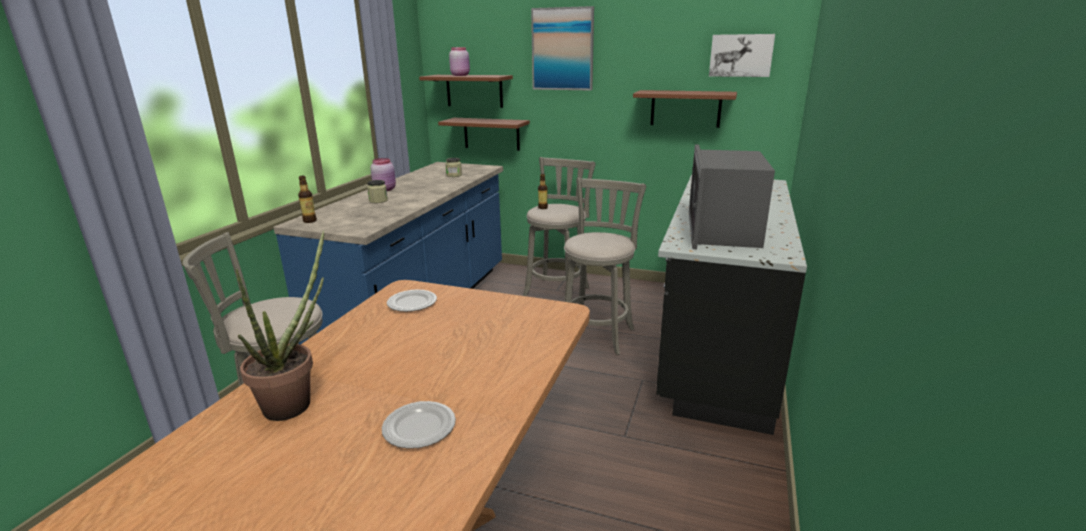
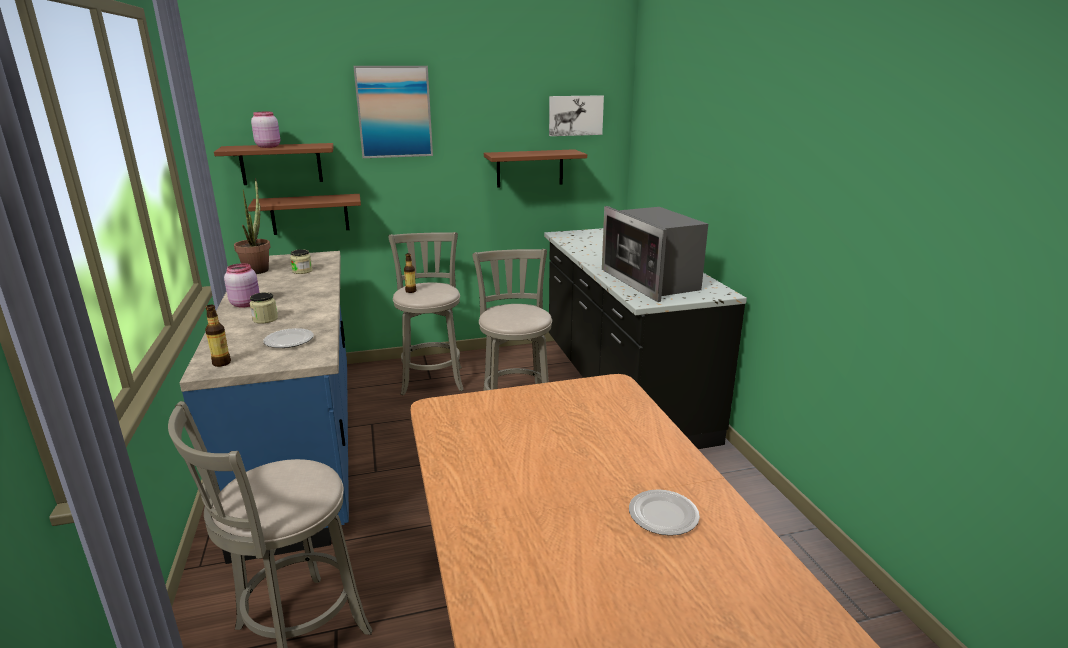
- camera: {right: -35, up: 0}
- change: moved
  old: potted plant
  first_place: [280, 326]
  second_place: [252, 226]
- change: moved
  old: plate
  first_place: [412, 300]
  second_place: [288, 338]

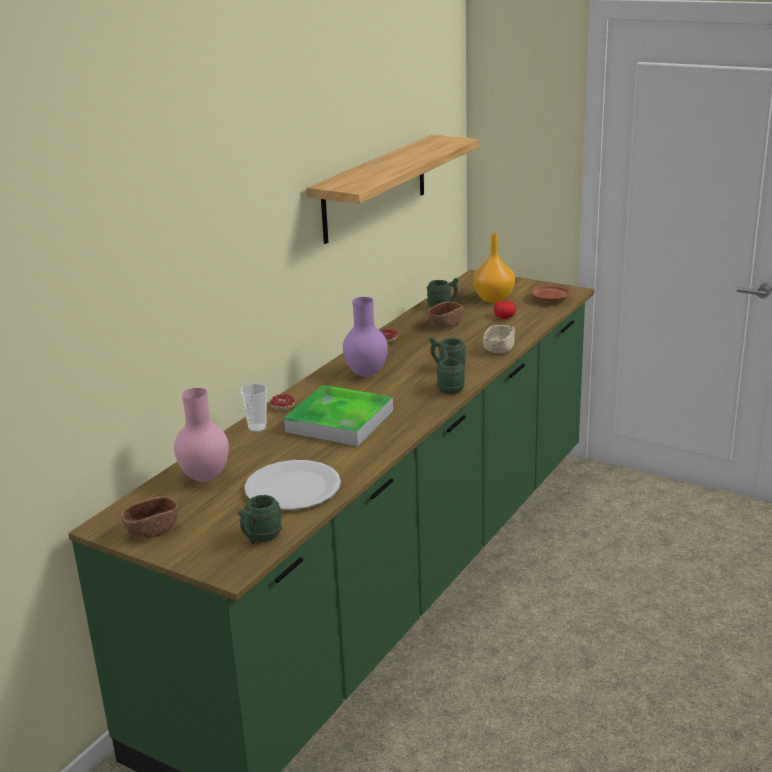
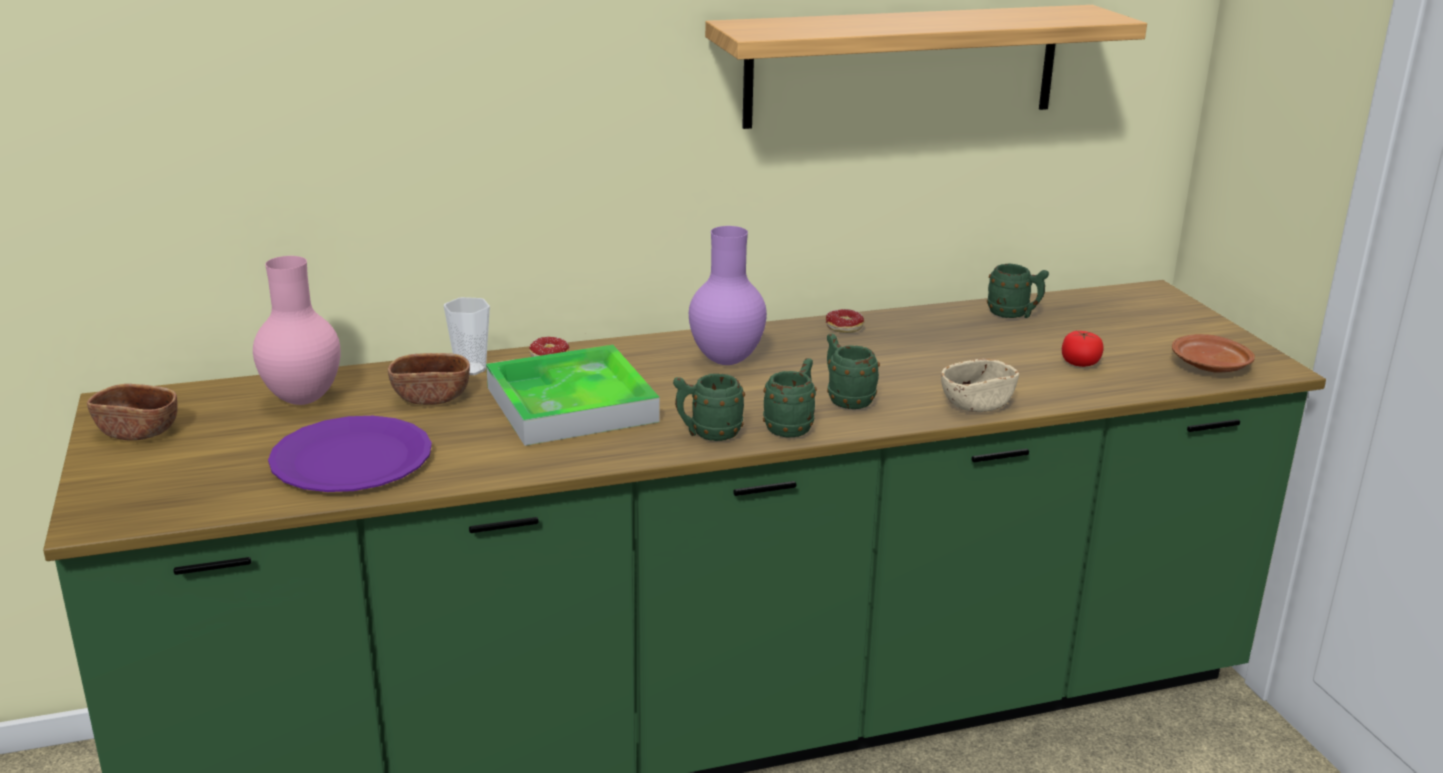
- camera: {right: 40, up: 0}
- change: removed
  old: orange vase
  first_place: [494, 268]
- change: moved
  old: green mug
  first_place: [260, 519]
  second_place: [709, 407]
- change: moved
  old: brown bowl
  first_place: [445, 315]
  second_place: [429, 379]
- change: recoloured
  old: white plate
  new: purple plate
  first_place: [292, 485]
  second_place: [350, 454]

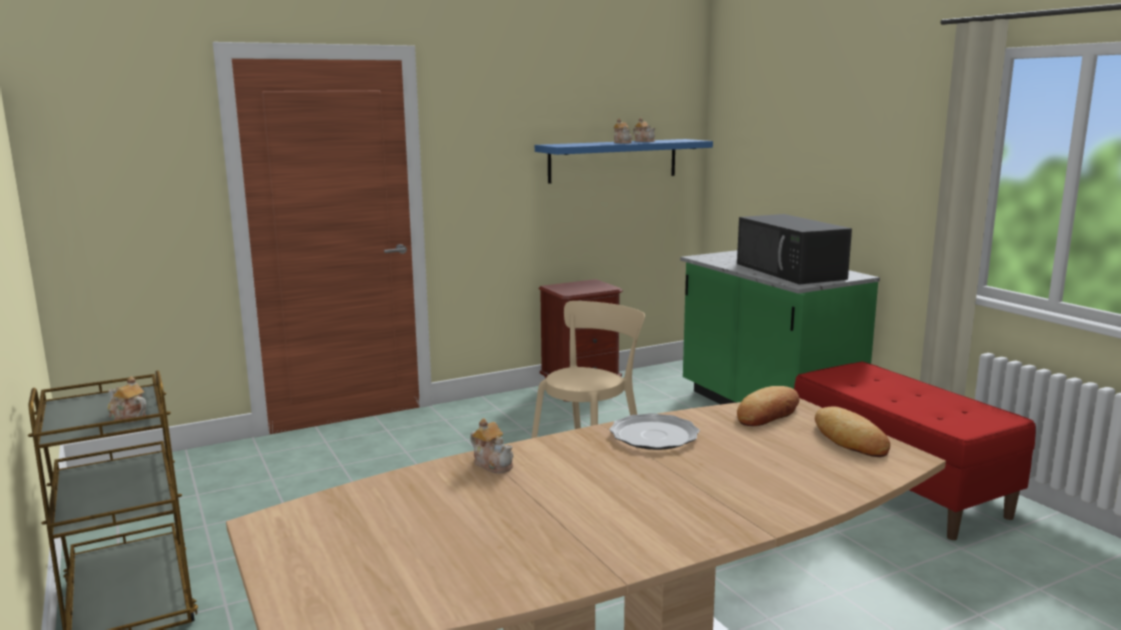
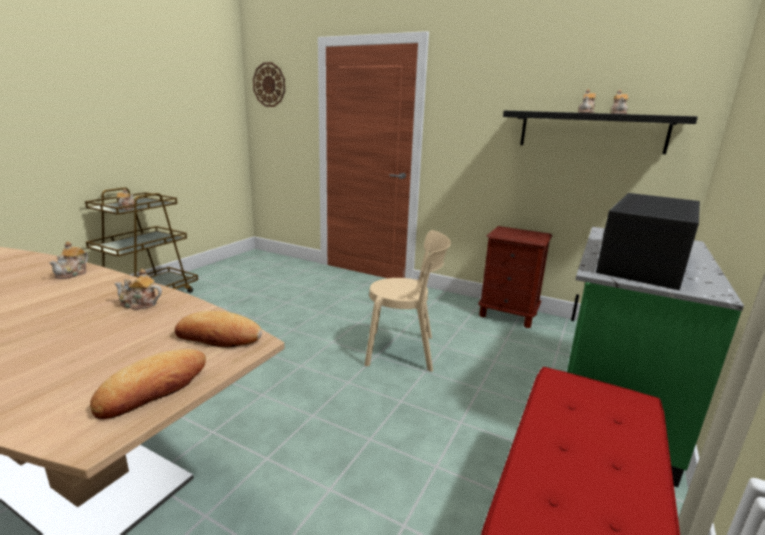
- camera: {right: 55, up: 5}
- change: added
  new: wall clock
  second_place: [269, 84]
- change: replaced
  old: plate
  new: teapot
  first_place: [654, 431]
  second_place: [138, 289]
- change: recoloured
  old: blue shelf
  new: black shelf
  first_place: [624, 161]
  second_place: [600, 132]

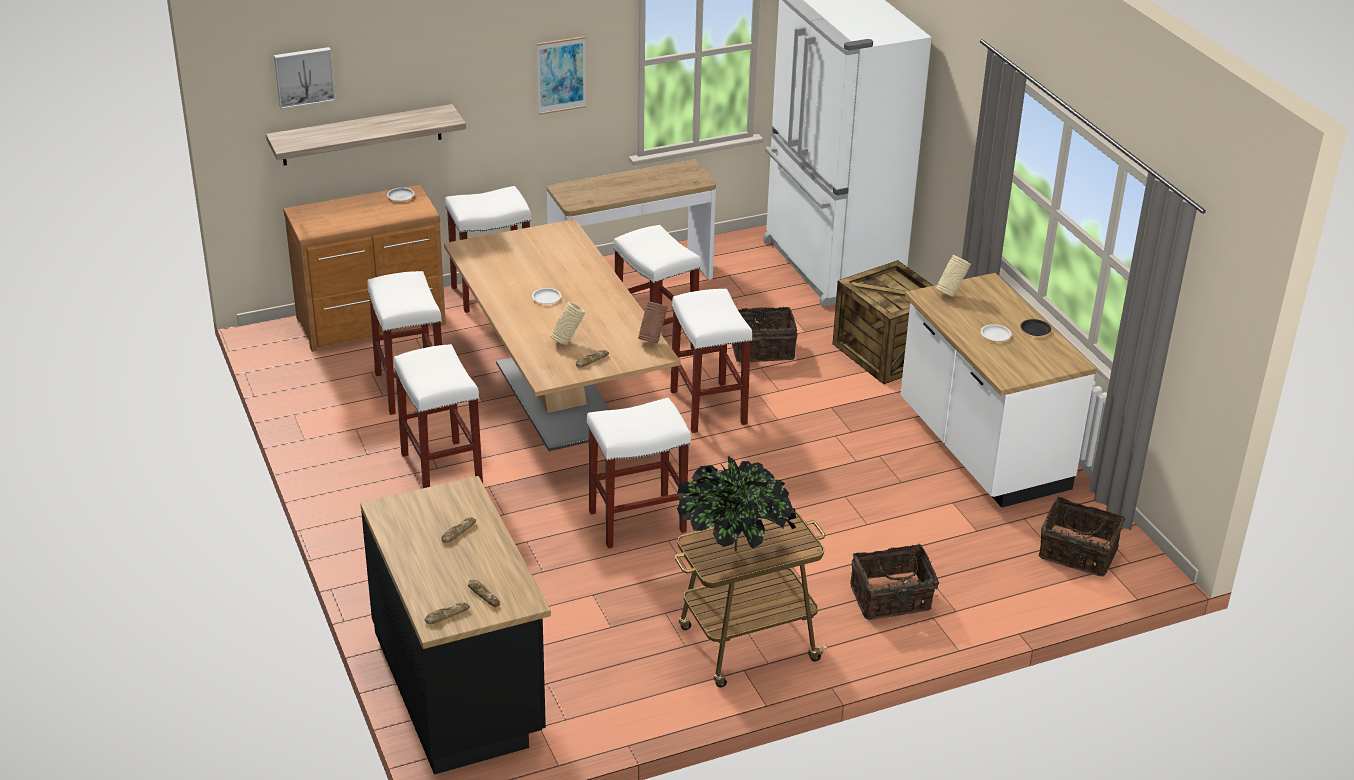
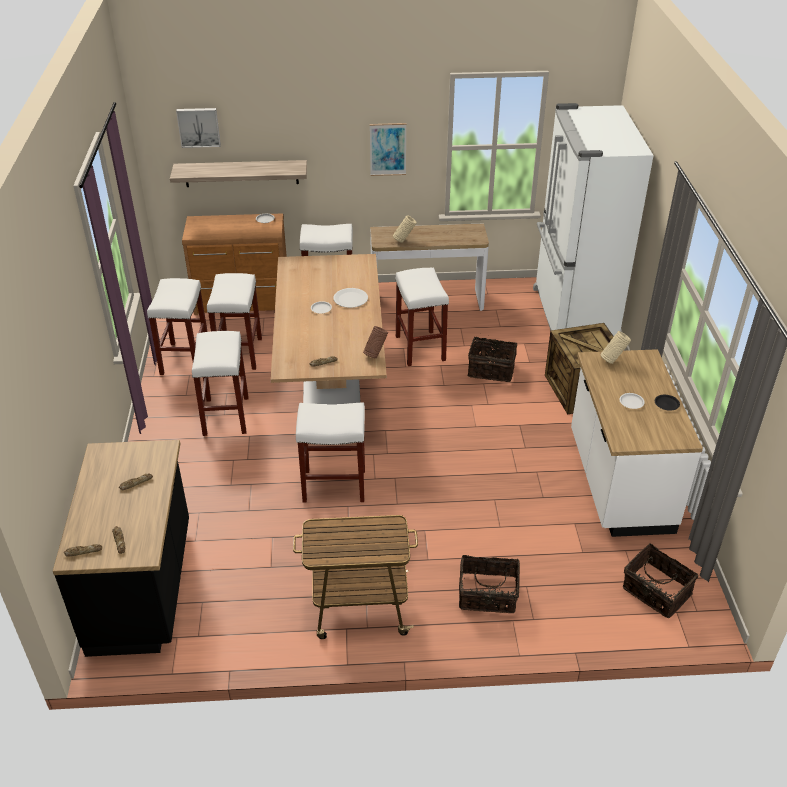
- camera: {right: 20, up: 5}
- change: removed
  old: potted plant
  first_place: [736, 504]
- change: added
  new: white plate
  second_place: [350, 298]
- change: moved
  old: beige vase
  first_place: [567, 323]
  second_place: [405, 229]
- change: moved
  old: white stool
  first_place: [711, 361]
  second_place: [177, 326]

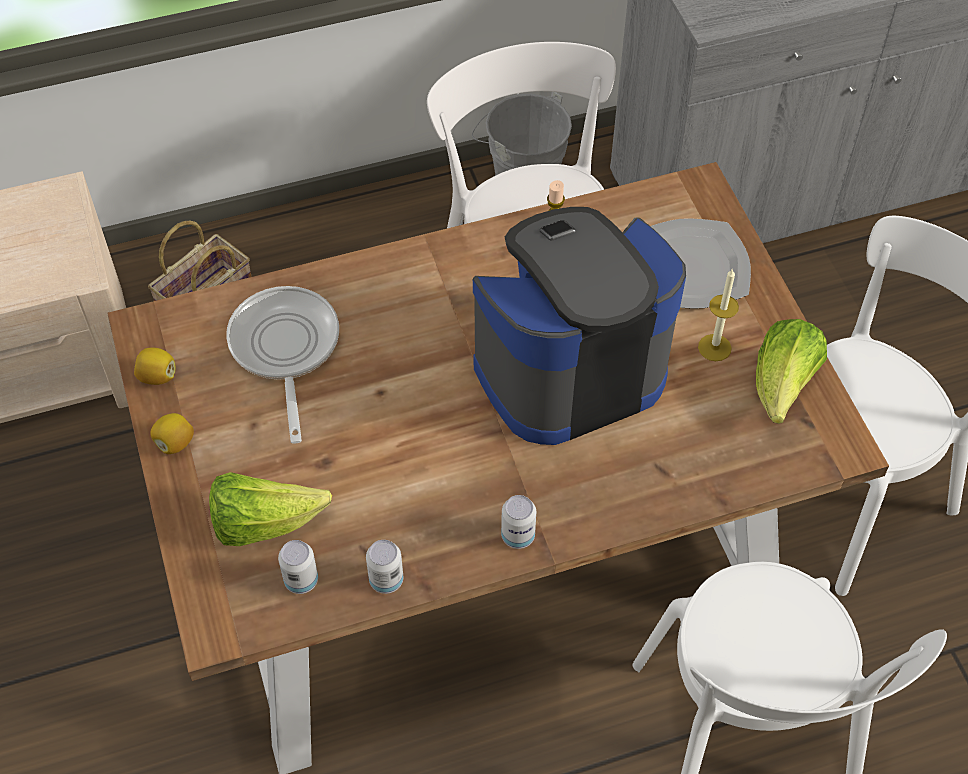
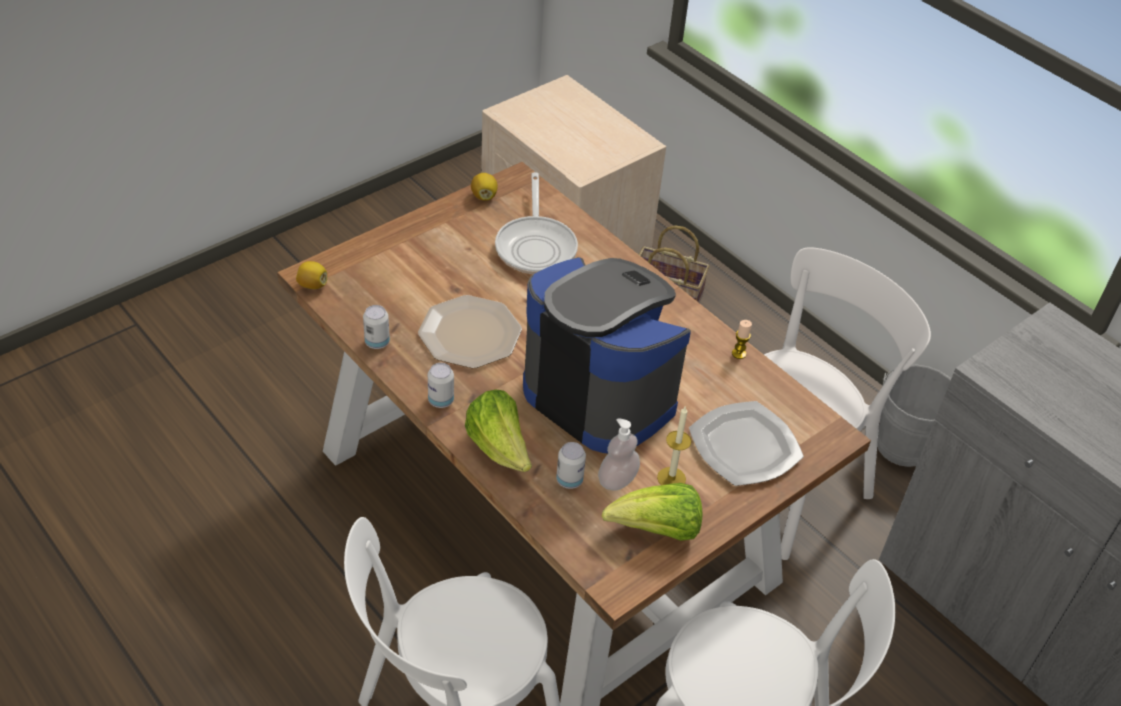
- camera: {right: 65, up: -10}
- change: added
  new: plate
  second_place: [470, 331]
- change: added
  new: soap dispenser
  second_place: [619, 454]
- change: moved
  old: lemon
  first_place: [172, 433]
  second_place: [311, 275]
- change: moved
  old: lettuce
  first_place: [270, 509]
  second_place: [498, 431]
- change: moved
  old: can
  first_place: [298, 567]
  second_place: [571, 465]
- change: turned
  old: frying pan
  first_place: [282, 365]
  second_place: [536, 223]
  degrees: 120

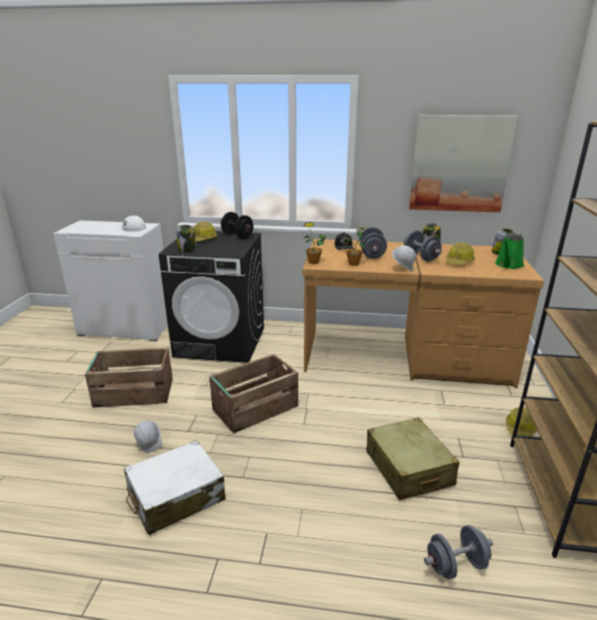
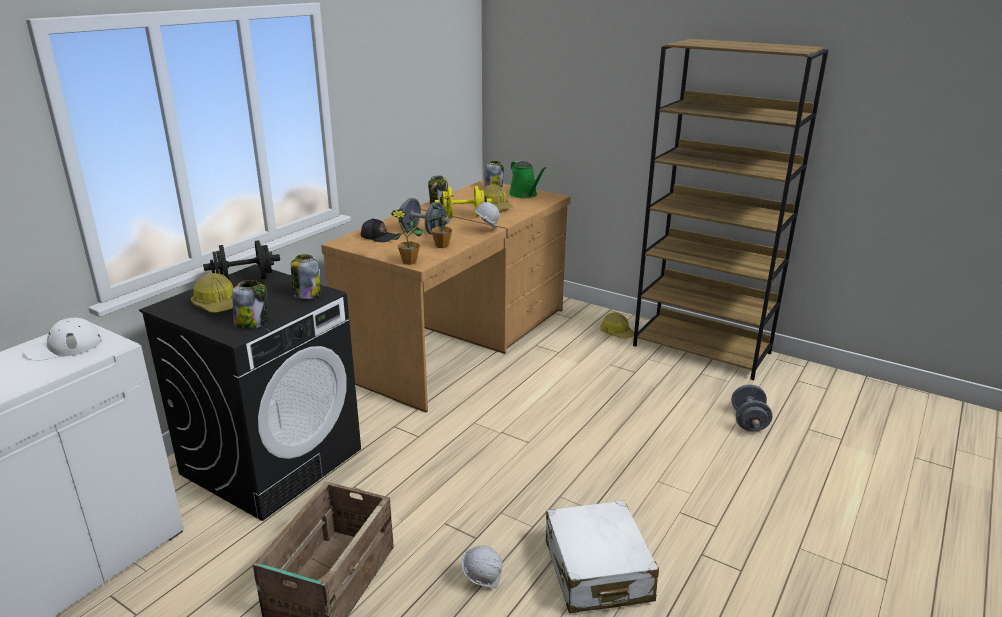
- camera: {right: -65, up: 0}
- change: removed
  old: crate
  first_place: [253, 394]
- change: removed
  old: beige suitcase
  first_place: [413, 458]
- change: removed
  old: picture
  first_place: [463, 163]
- change: added
  new: jar
  second_place: [305, 276]
- change: recoloured
  old: grey dumbbell
  new: yellow dumbbell
  first_place: [423, 246]
  second_place: [463, 202]

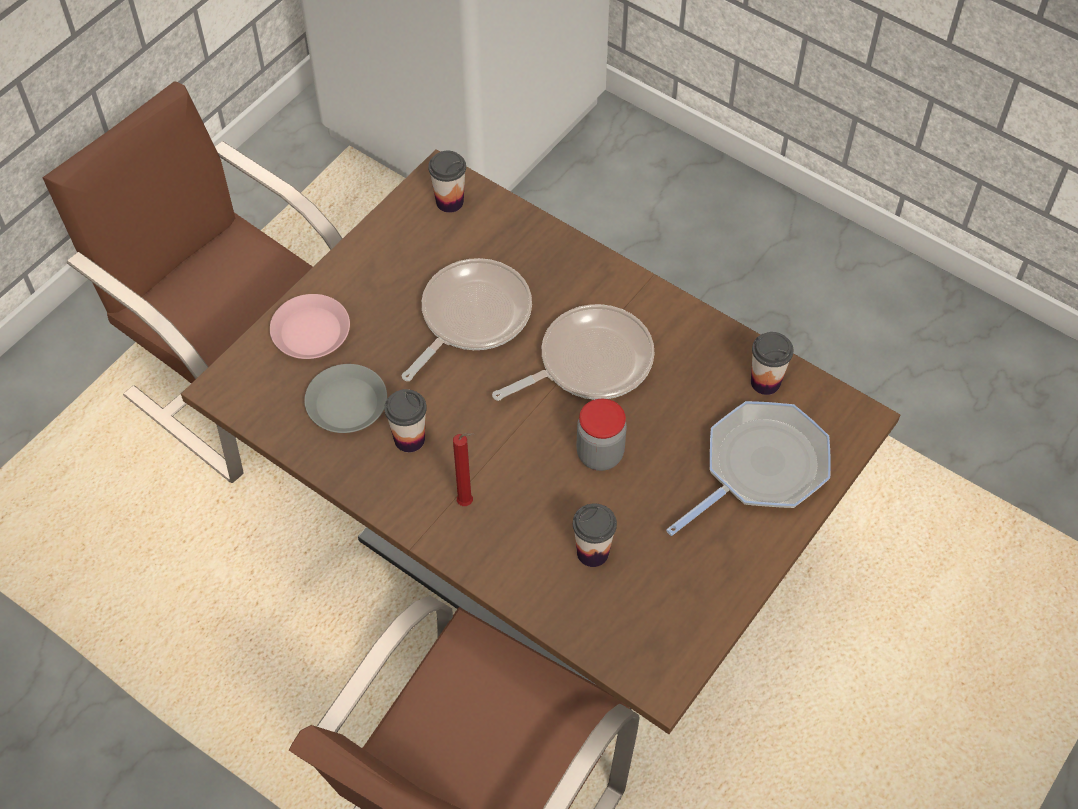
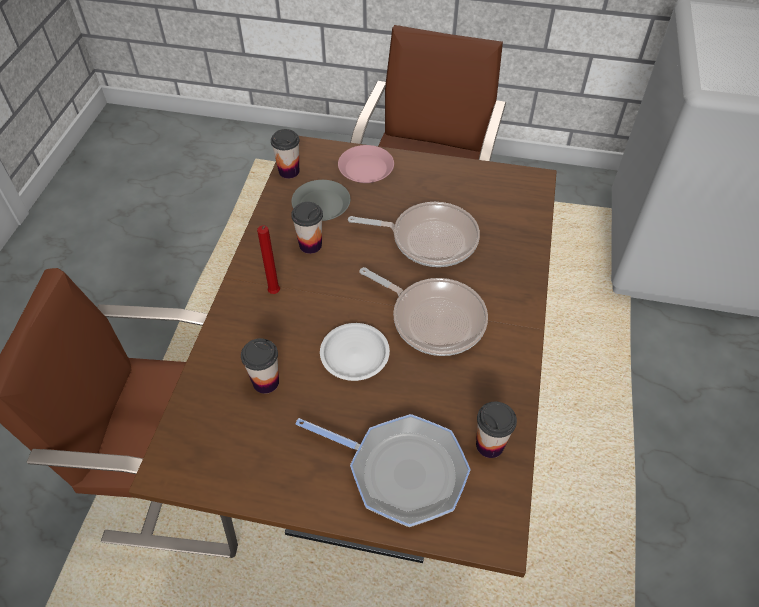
- camera: {right: 65, up: -5}
- change: moved
  old: cup
  first_place: [447, 182]
  second_place: [285, 154]
- change: replaced
  old: jar
  new: white plate
  first_place: [601, 435]
  second_place: [355, 352]

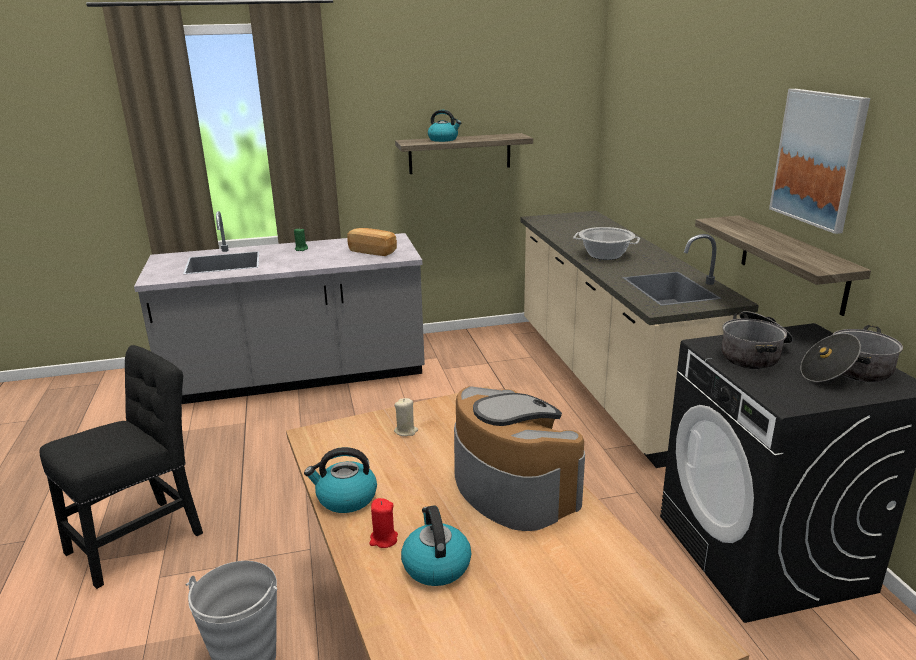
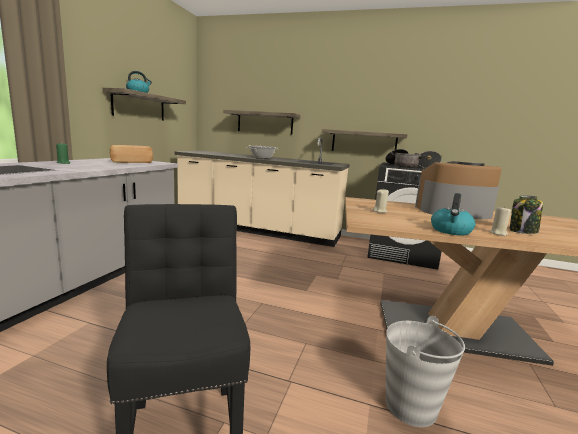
- camera: {right: -60, up: -10}
- change: removed
  old: picture
  first_place: [819, 161]
- change: added
  new: shelf
  second_place: [262, 122]
- change: replaced
  old: kettle
  new: jar
  first_place: [436, 545]
  second_place: [526, 214]
- change: recoloured
  old: red candle
  new: beige candle
  first_place: [383, 523]
  second_place: [500, 221]

